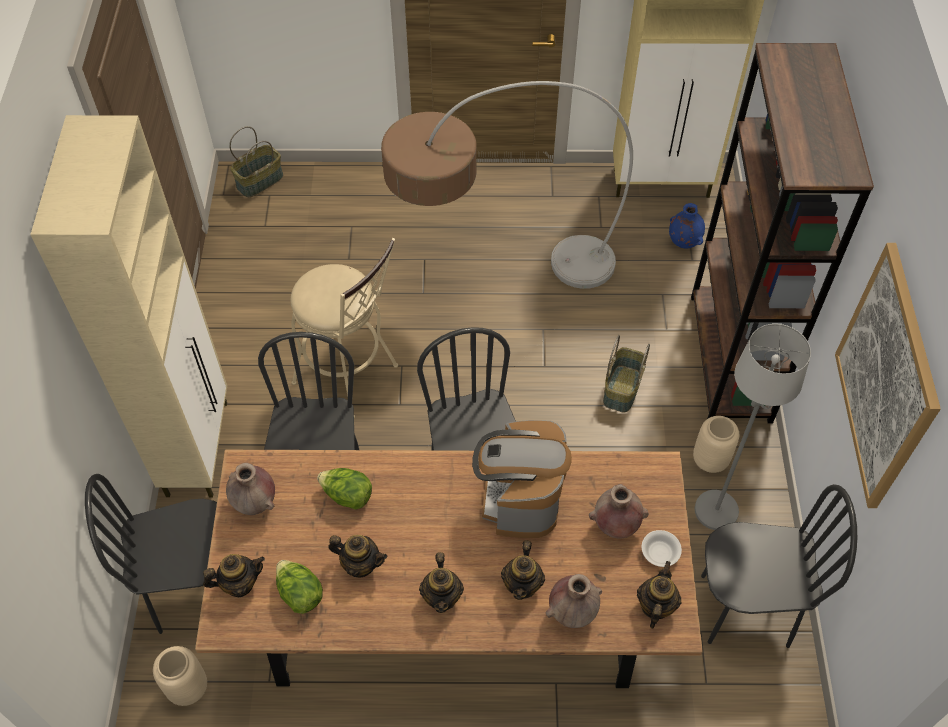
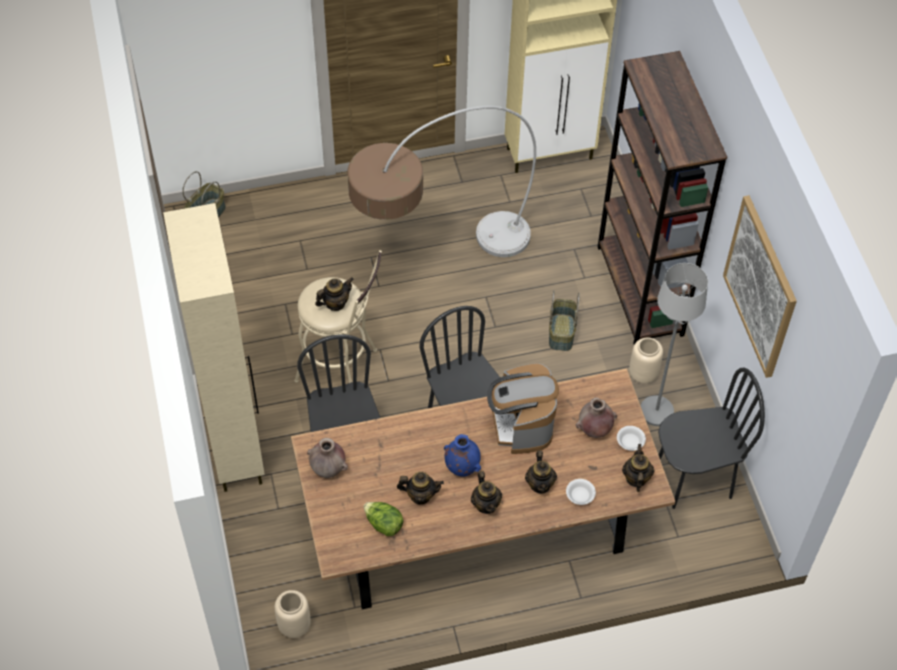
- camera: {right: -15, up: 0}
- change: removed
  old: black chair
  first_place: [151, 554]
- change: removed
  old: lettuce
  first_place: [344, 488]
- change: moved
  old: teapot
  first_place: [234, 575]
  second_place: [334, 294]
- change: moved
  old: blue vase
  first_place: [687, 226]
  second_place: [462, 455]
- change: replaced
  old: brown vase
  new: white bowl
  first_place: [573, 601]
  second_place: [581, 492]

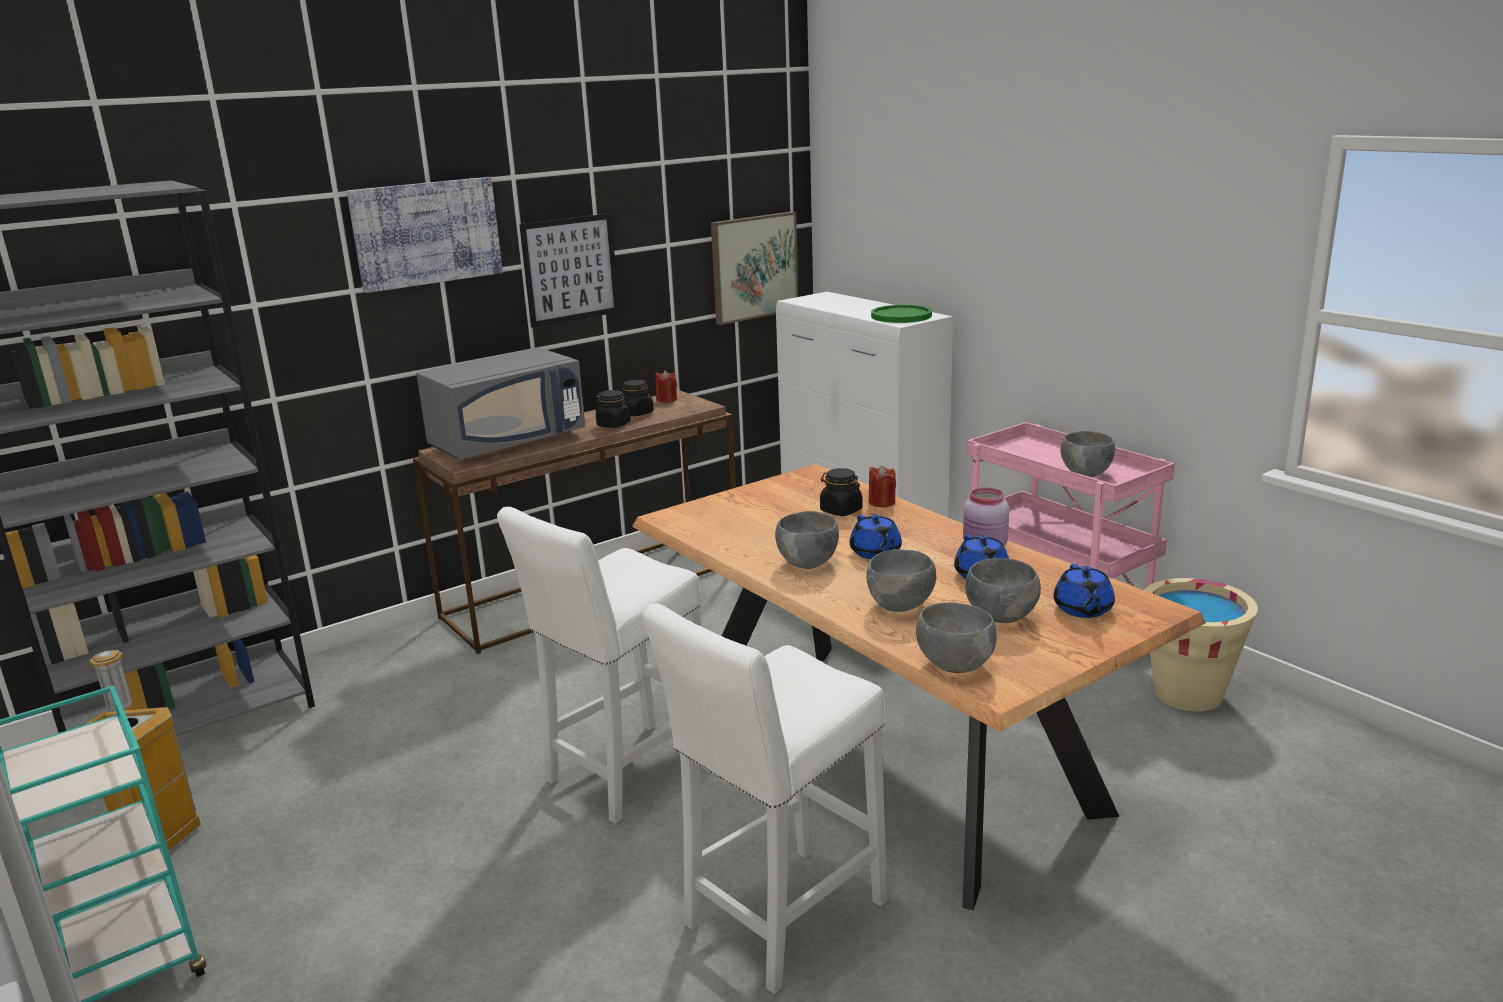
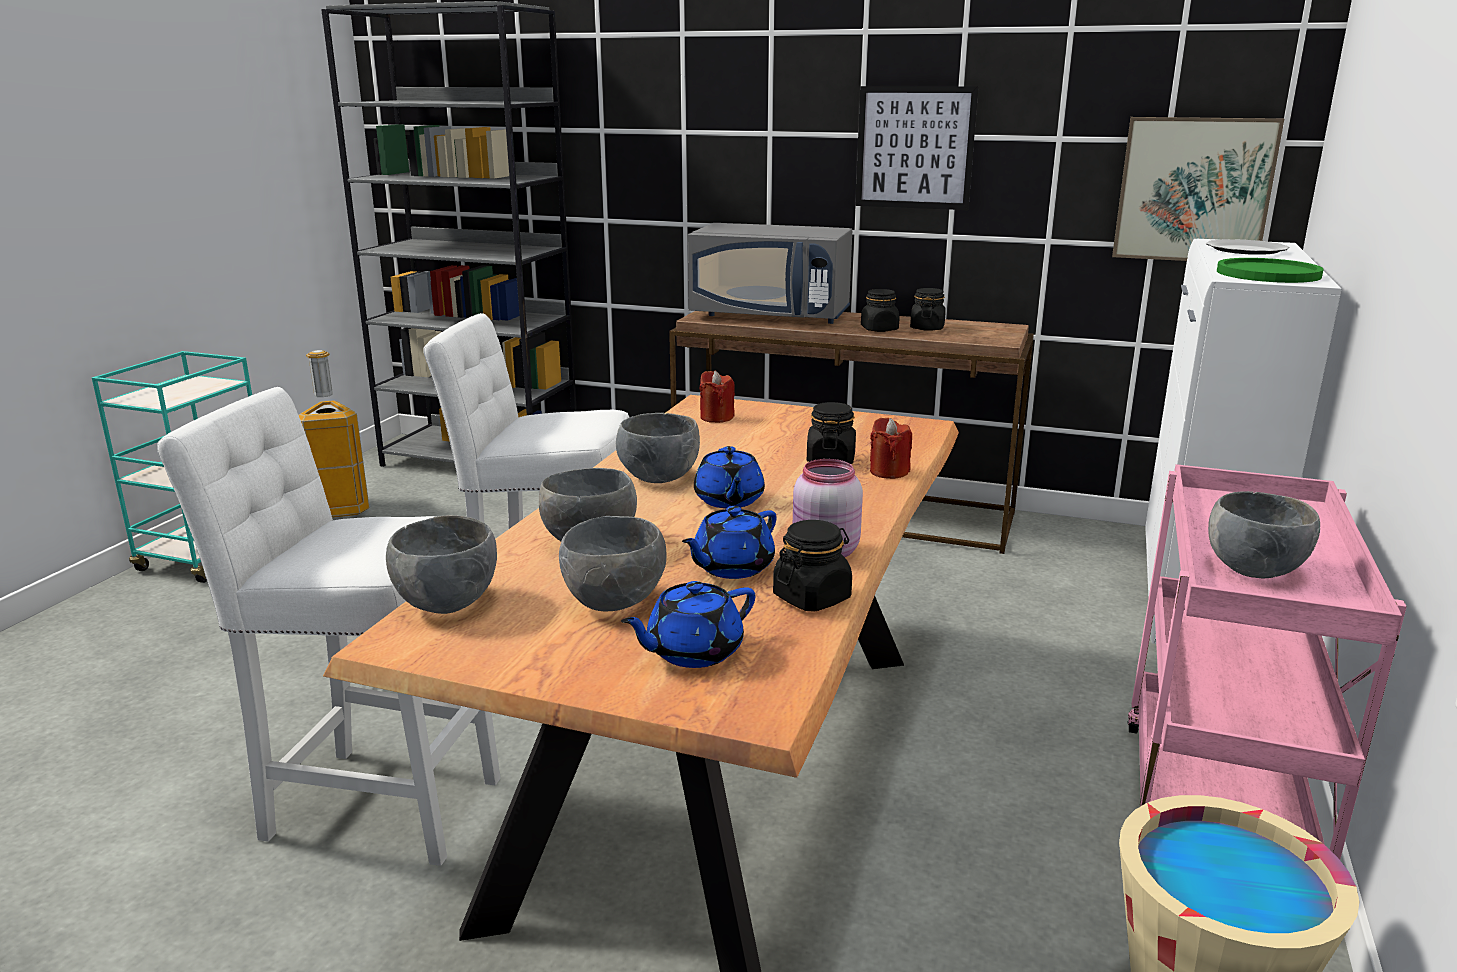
- camera: {right: 55, up: 0}
- change: removed
  old: picture
  first_place: [425, 235]
- change: added
  new: black jar
  second_place: [812, 566]
- change: added
  new: plate
  second_place: [1247, 247]
- change: moved
  old: red candle
  first_place: [666, 386]
  second_place: [717, 397]
- change: turned
  old: blue teapot
  first_place: [876, 536]
  second_place: [729, 477]
  degrees: -45

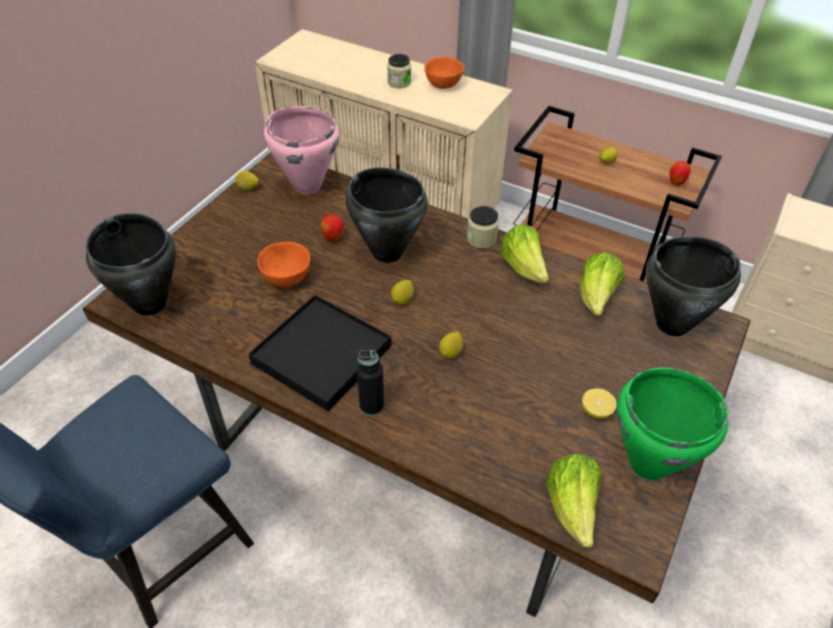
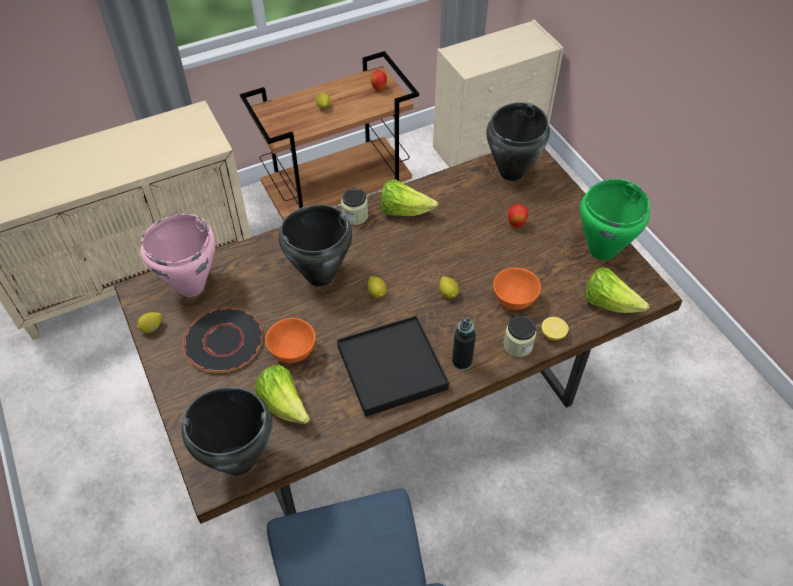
- camera: {right: -55, up: 5}
- change: added
  new: black plate
  second_place: [223, 340]
- change: moved
  old: apple
  first_place: [332, 227]
  second_place: [518, 215]
- change: moved
  old: jar
  first_place: [399, 71]
  second_place: [520, 336]
- change: moved
  old: orange bowl
  first_place: [444, 73]
  second_place: [517, 289]
- change: moved
  old: lettuce
  first_place: [602, 284]
  second_place: [282, 394]
- change: moved
  old: lemon
  first_place: [599, 403]
  second_place: [555, 329]

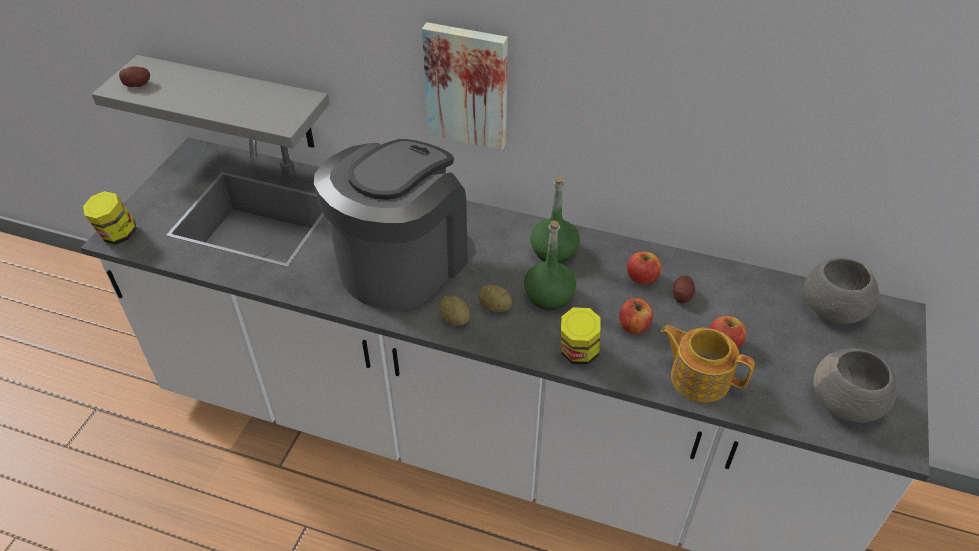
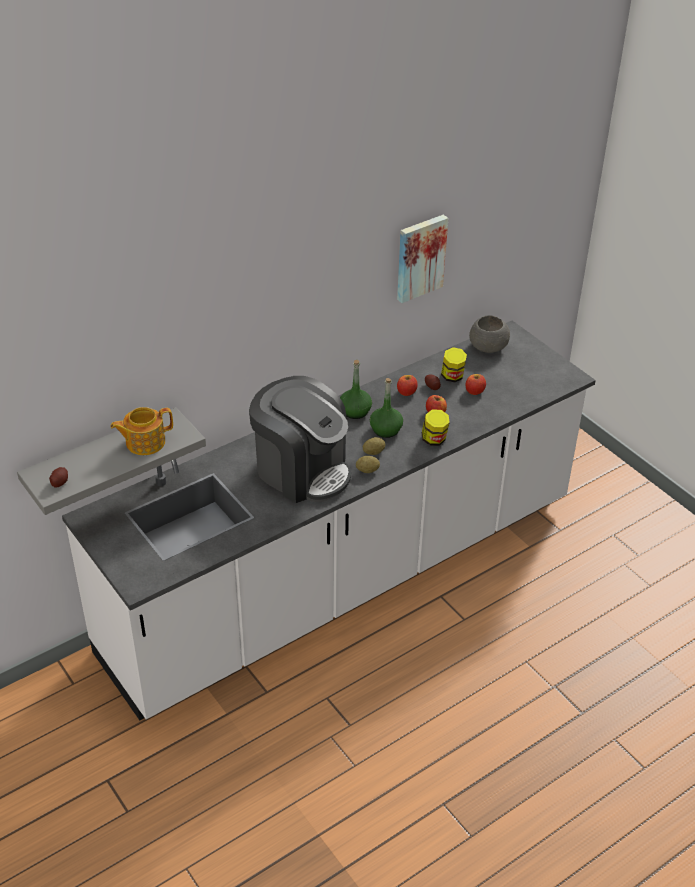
- camera: {right: -55, up: -5}
- change: removed
  old: grey bowl
  first_place: [855, 385]
- change: moved
  old: jar
  first_place: [110, 218]
  second_place: [454, 364]
- change: moved
  old: picture
  first_place: [465, 86]
  second_place: [422, 259]
- change: moved
  old: teapot
  first_place: [708, 363]
  second_place: [141, 431]
- change: turned
  old: coffee machine
  first_place: [391, 224]
  second_place: [300, 439]
  degrees: 150

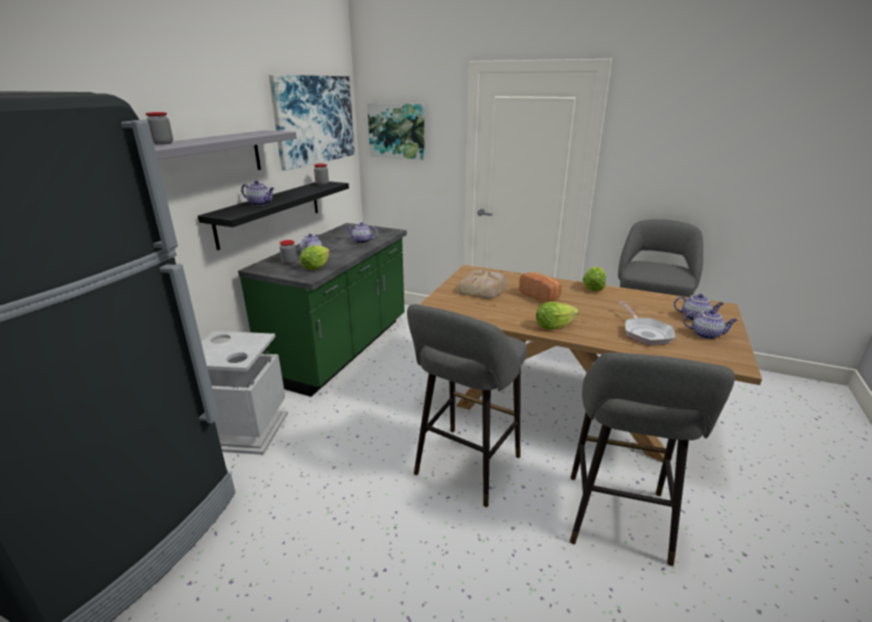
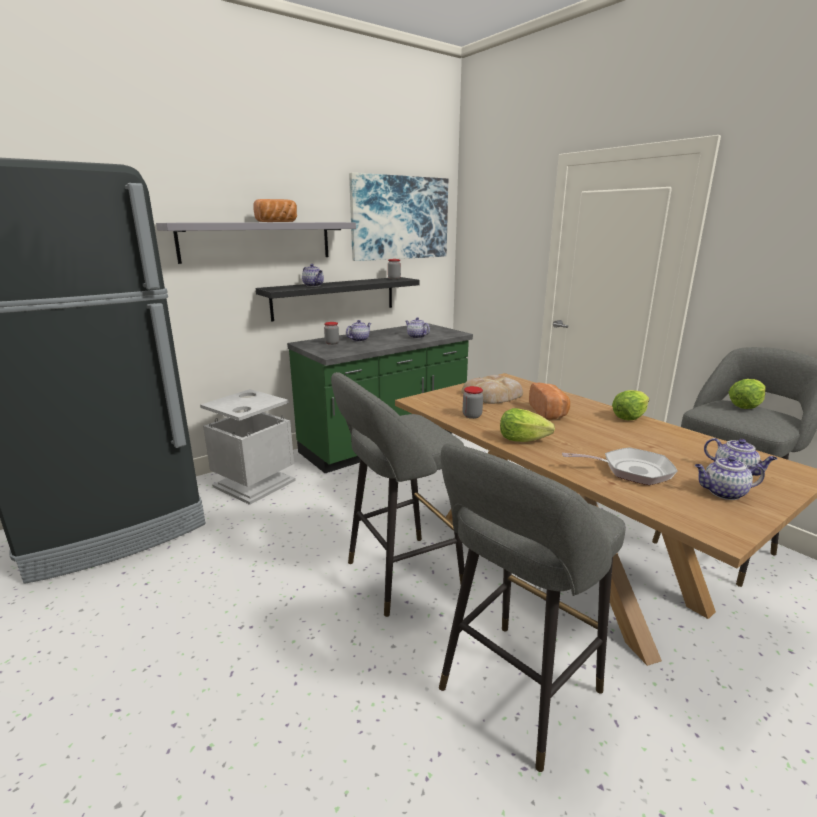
- camera: {right: 30, up: -5}
- change: removed
  old: picture
  first_place: [396, 131]
- change: added
  new: bread
  second_place: [275, 210]
- change: moved
  old: jar
  first_place: [159, 128]
  second_place: [473, 402]
- change: moved
  old: lettuce
  first_place: [315, 258]
  second_place: [747, 394]
- change: turned
  old: frying pan
  first_place: [646, 323]
  second_place: [620, 466]
  degrees: -105
- change: turned
  old: teapot
  first_place: [710, 324]
  second_place: [730, 478]
  degrees: 135

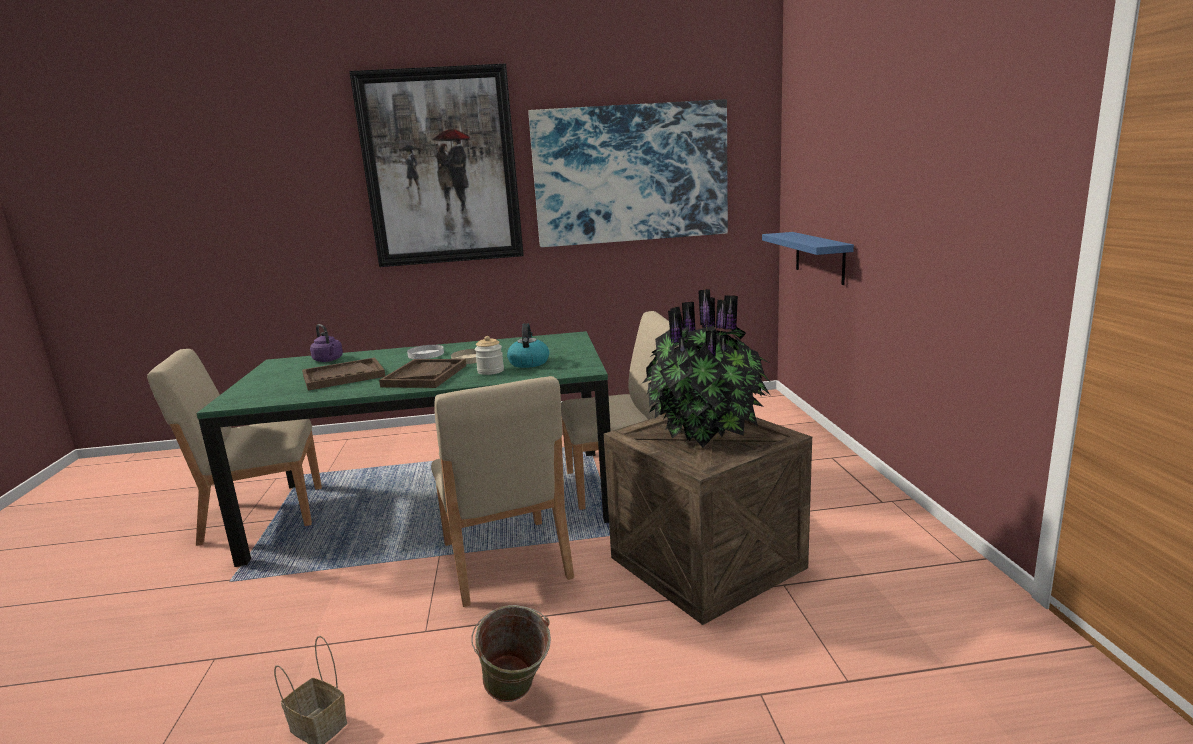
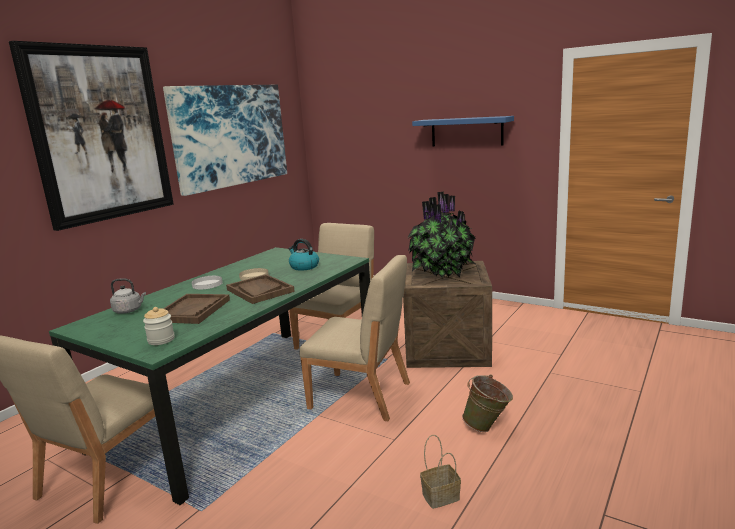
- camera: {right: -50, up: 0}
- change: moved
  old: jar
  first_place: [489, 355]
  second_place: [159, 326]
- change: moved
  old: blue shelf
  first_place: [808, 258]
  second_place: [463, 131]
- change: recoloured
  old: purple kettle
  new: grey kettle
  first_place: [326, 343]
  second_place: [128, 296]

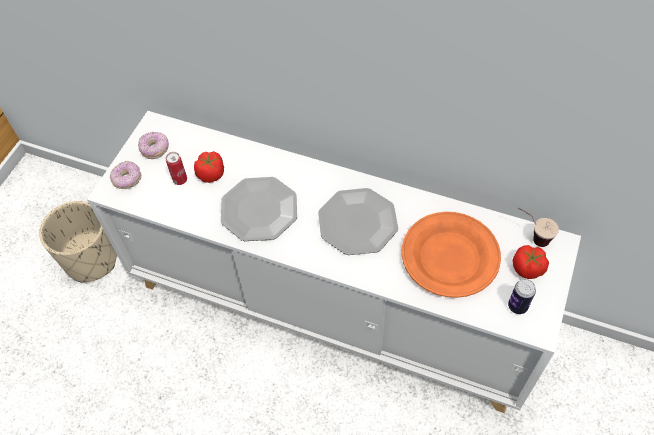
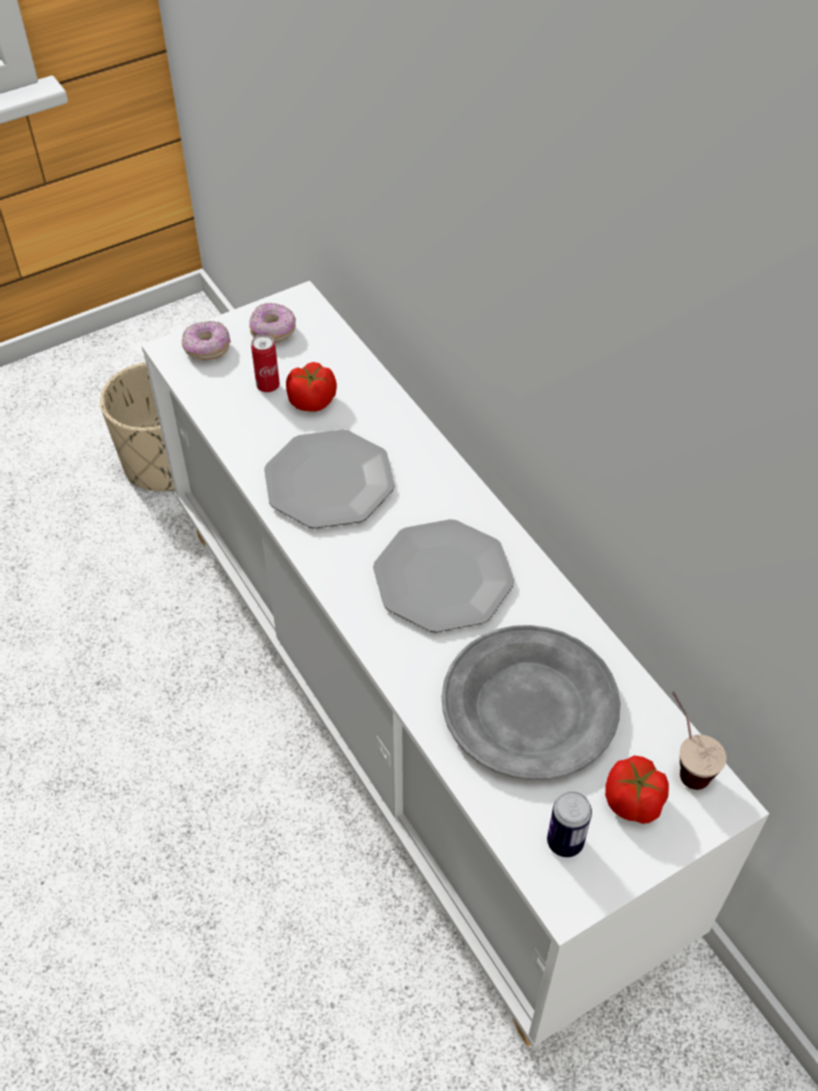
- camera: {right: 35, up: -5}
- change: recoloured
  old: orange plate
  new: grey plate
  first_place: [451, 255]
  second_place: [530, 703]

